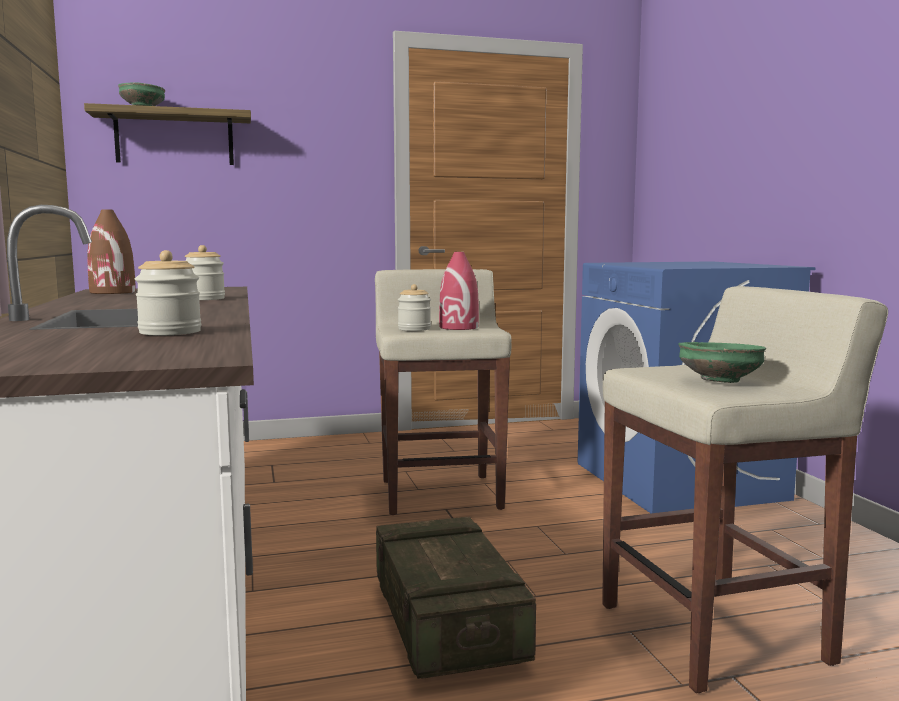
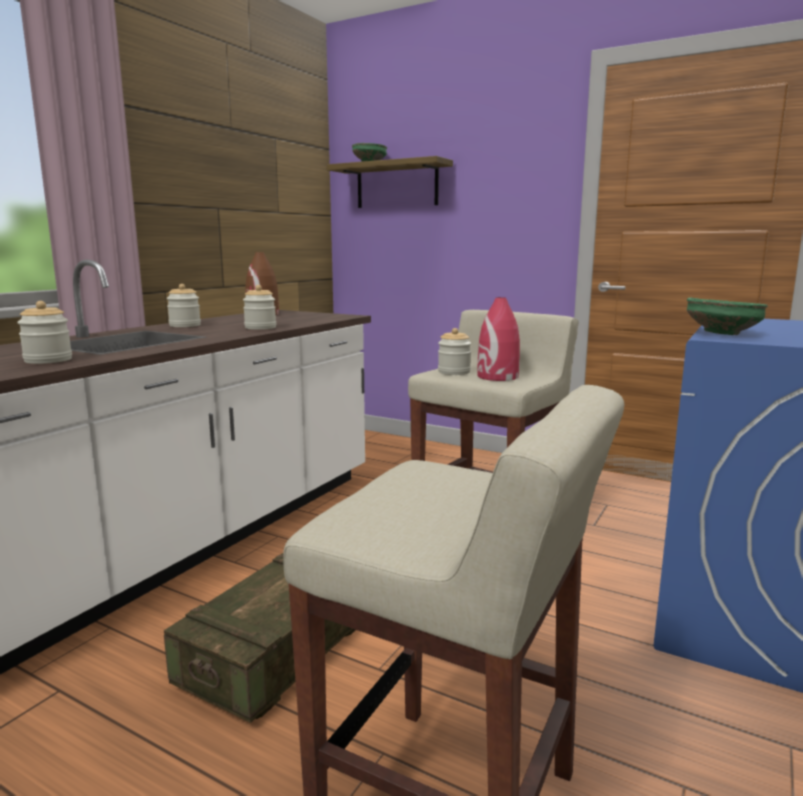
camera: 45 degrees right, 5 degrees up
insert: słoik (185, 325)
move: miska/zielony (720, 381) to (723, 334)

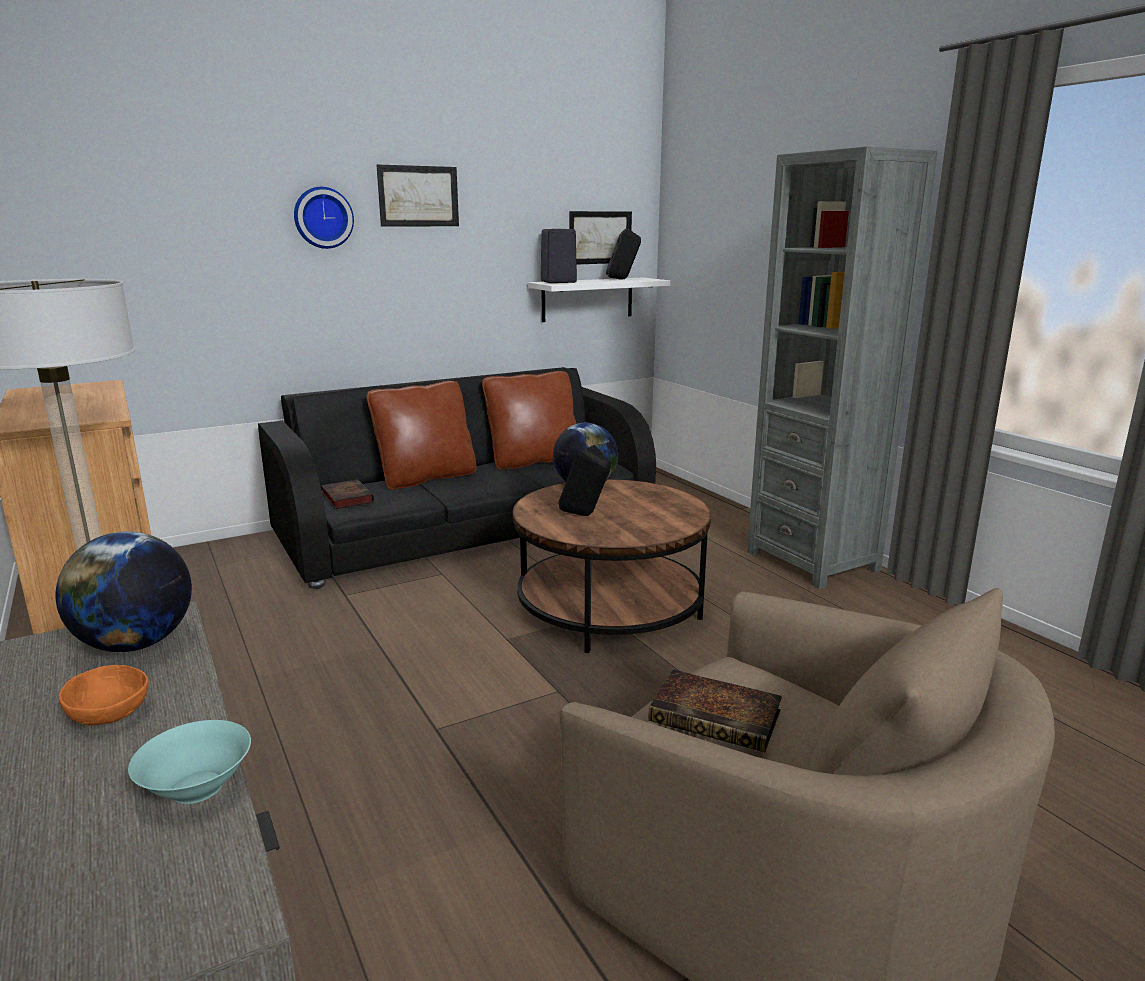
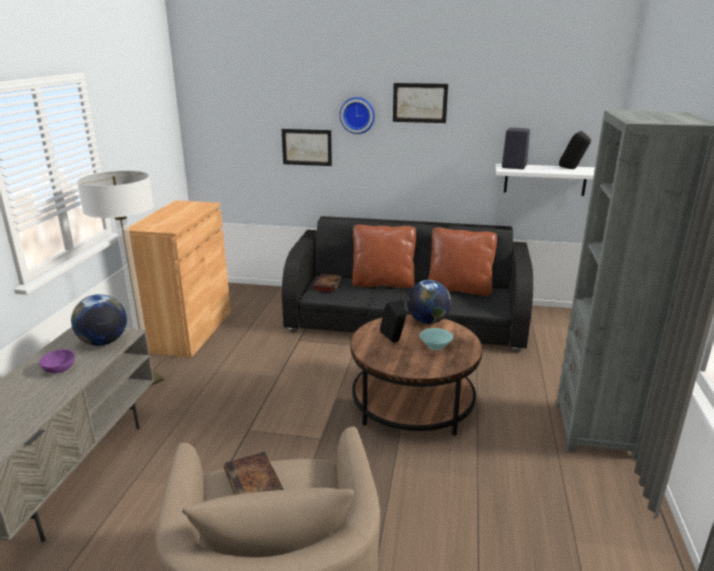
camera: 40 degrees right, 5 degrees up
move: miska/turkusowy (197, 786) to (435, 346); obraz (600, 237) to (307, 147)
recolor: miska/pomarańczowy (112, 714) to miska/fioletowy (60, 369)

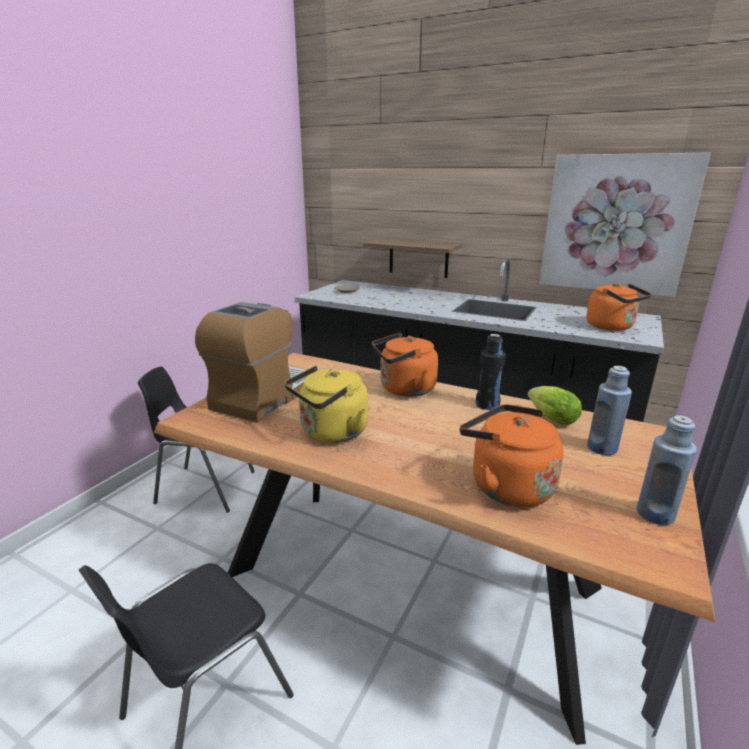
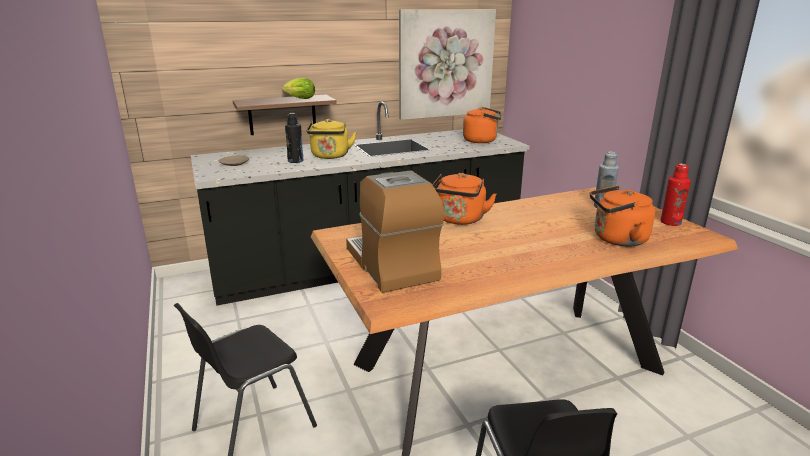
camera: 50 degrees left, 0 degrees up
move: czajnik/żółty (331, 433) to (330, 156); butelka/czarny (487, 405) to (295, 161); sałata (549, 418) to (298, 98)
recolor: butelka/niebieski (655, 514) to butelka/czerwony (670, 222)

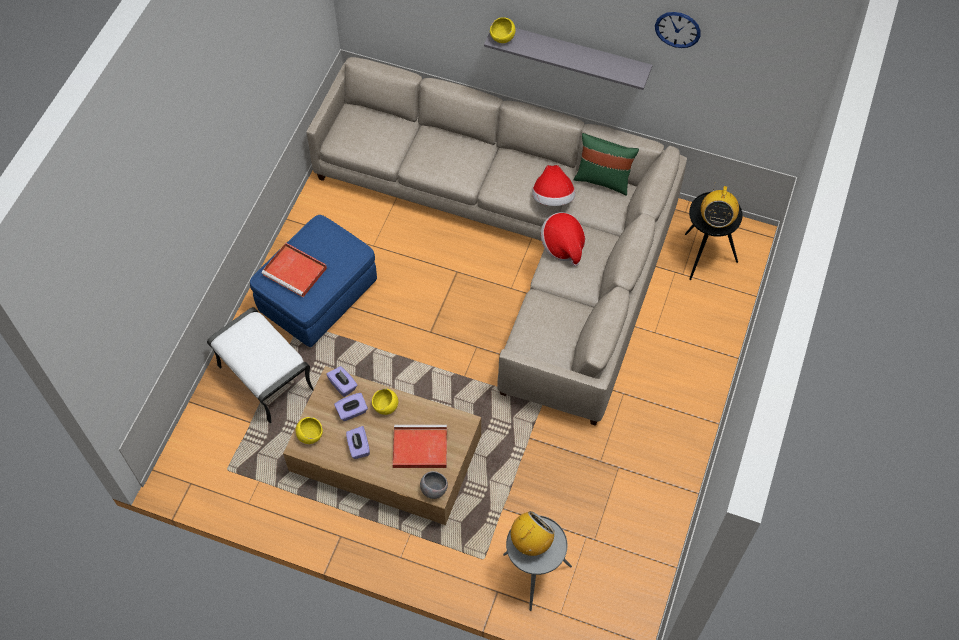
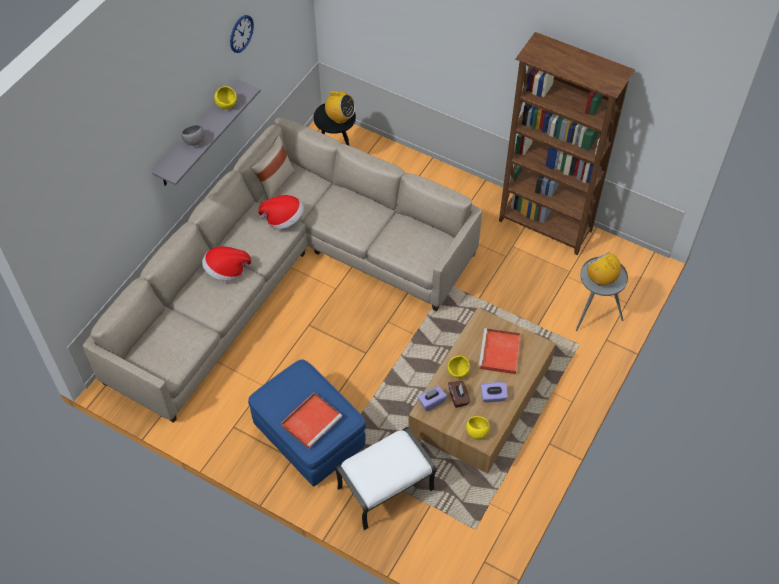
camera: 80 degrees left, 5 degrees down
insert: regał/brązowy (545, 227)
move: miska/szary (433, 490) to (194, 142); miska/żółty (502, 38) to (226, 105); kapelusz (563, 245) to (226, 271)
recolor: pudełko chusteczek/fioletowy (352, 412) to pudełko chusteczek/brązowy (458, 398); poduszka/zielony (603, 180) to poduszka/beżowy (275, 184)

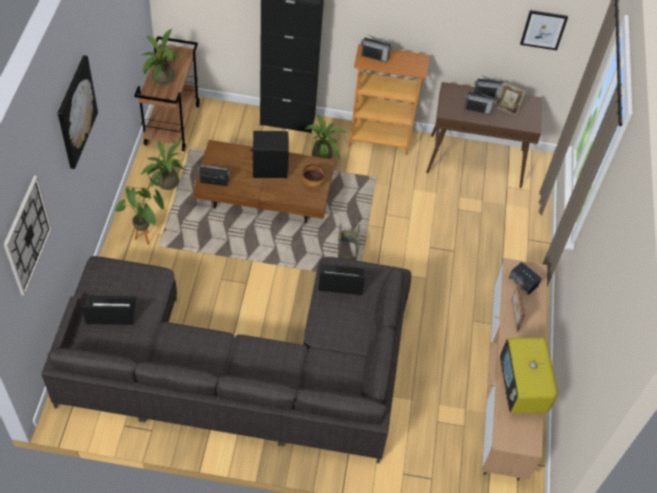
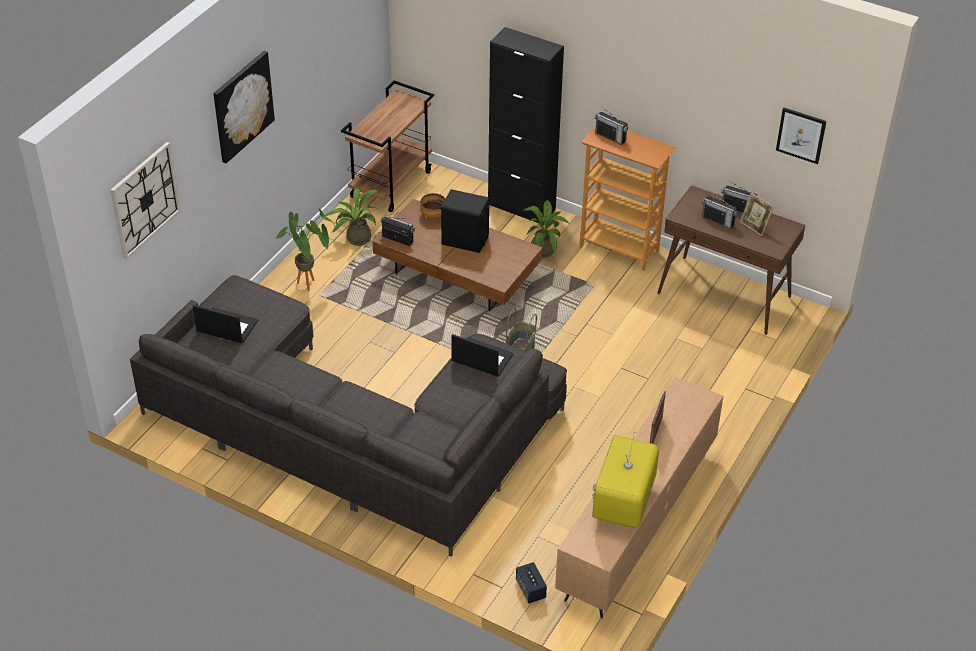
camera: 25 degrees right, 10 degrees down
delete: roślina doniczkowa (161, 79)
move: miska (313, 183) to (433, 216); głośnik (522, 283) to (530, 589)

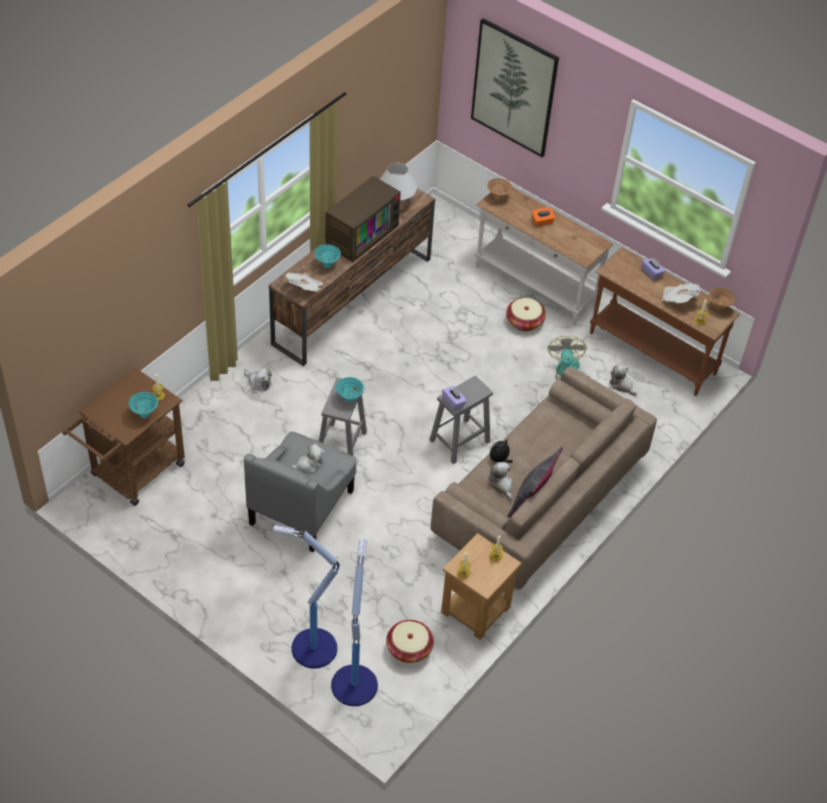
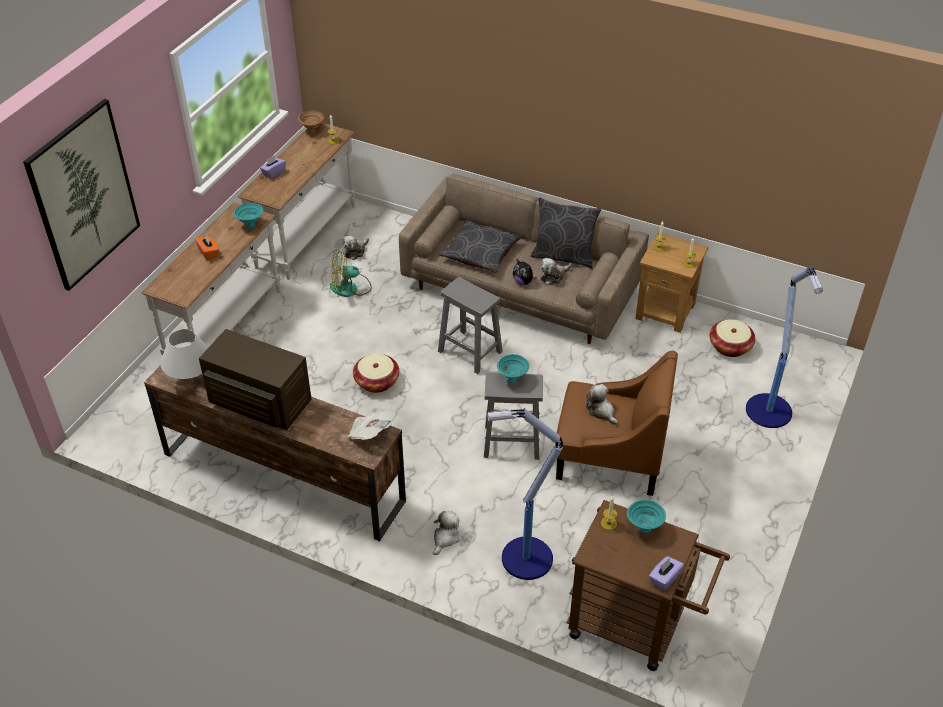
camera: 100 degrees left, 5 degrees down
delete: miska/brązowy (497, 198); gazeta (678, 299)
insert: poduszka/szary (480, 253)
move: miska/turkusowy (327, 264) to (250, 226); lampa stojąca (354, 683) to (524, 558); pudełko chusteczek/fioletowy (453, 402) to (664, 578); koszyk (524, 322) to (376, 381)
recolor: fotel/szary (301, 507) to fotel/brązowy (609, 457); stolik konsolowy/brązowy (651, 354) to stolik konsolowy/biały (307, 237)

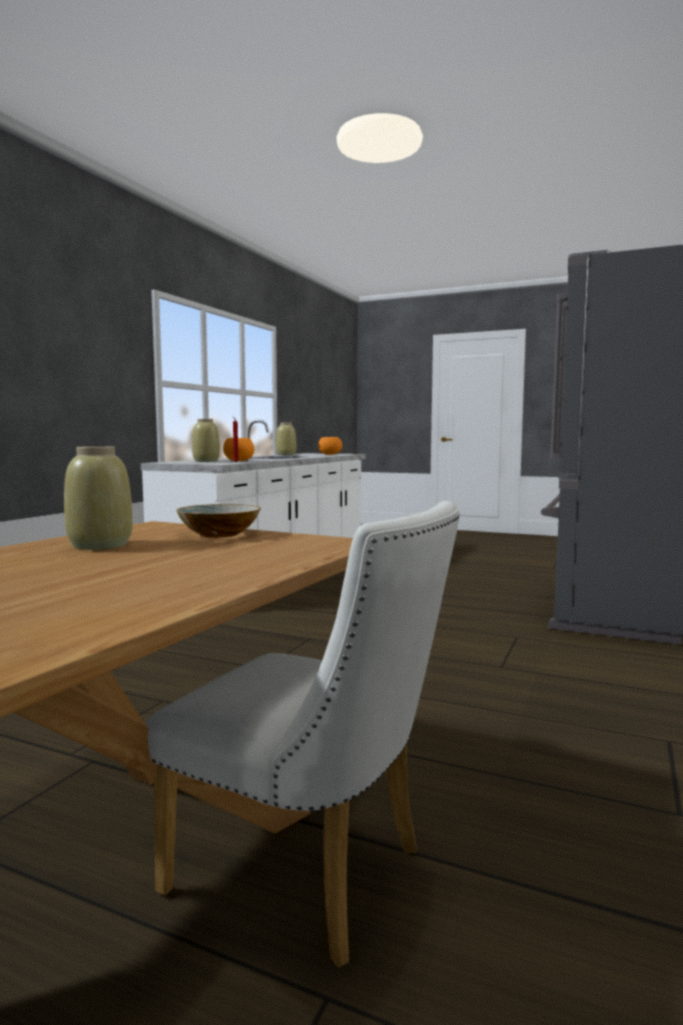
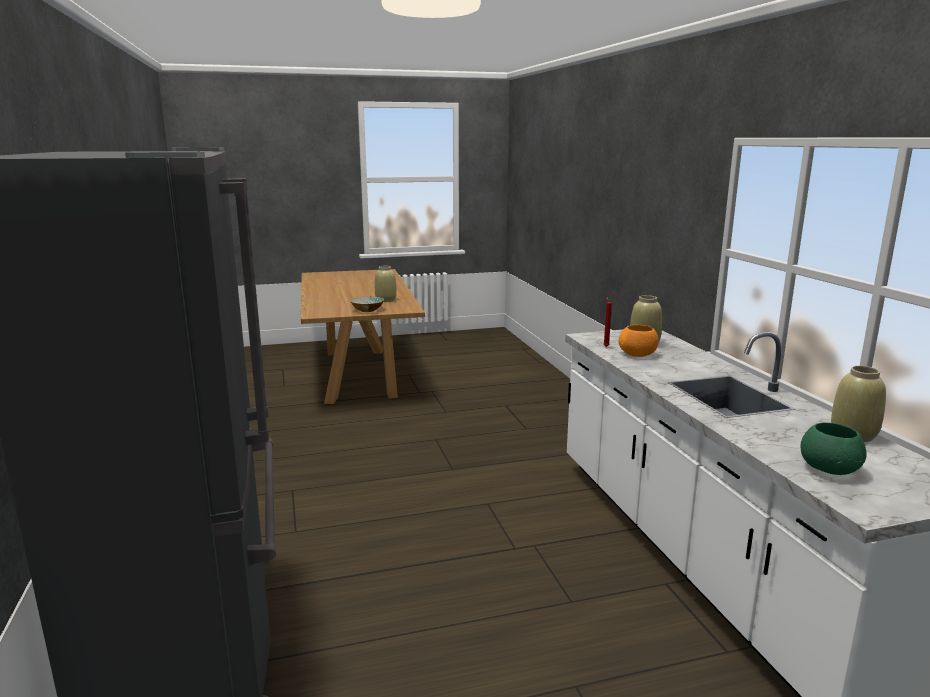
camera: 140 degrees right, 10 degrees up
delete: krzesło/biały (313, 876)
recolor: miska/pomarańczowy (329, 454) to miska/zielony (829, 469)

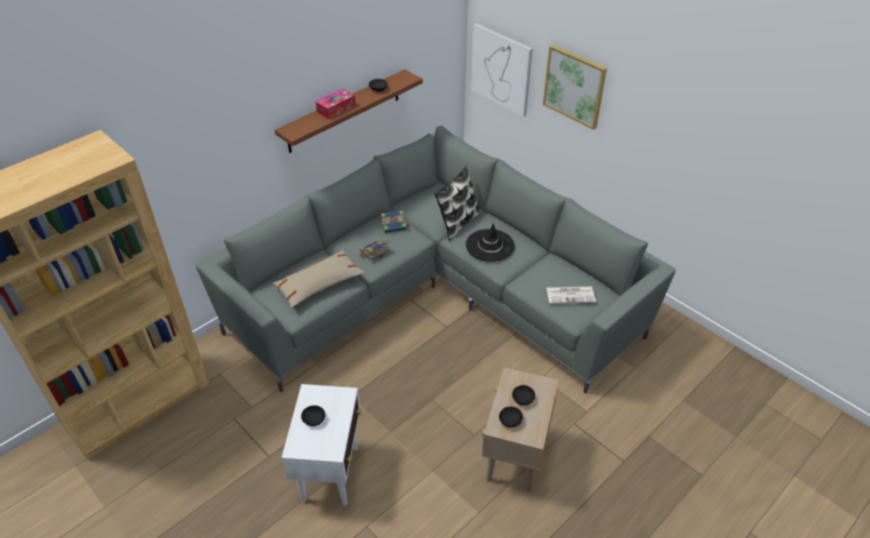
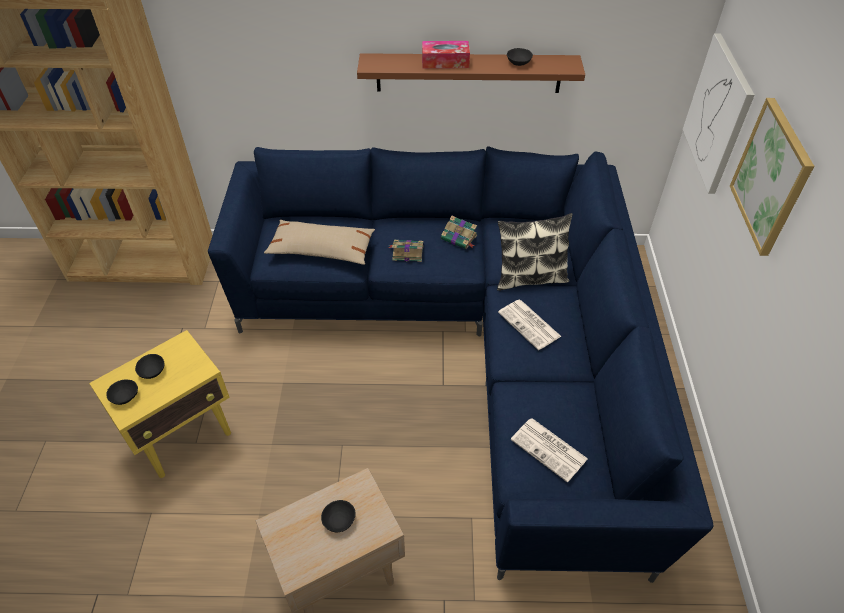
camera: 45 degrees right, 5 degrees up
move: miska/czarny (510, 420) to (125, 395)
replace: kapelusz/czarny (490, 245) to gazeta (530, 325)
recolor: kanapa/szary (435, 295) to kanapa/niebieski (471, 344); stolik/biały (330, 473) to stolik/żółty (186, 438)

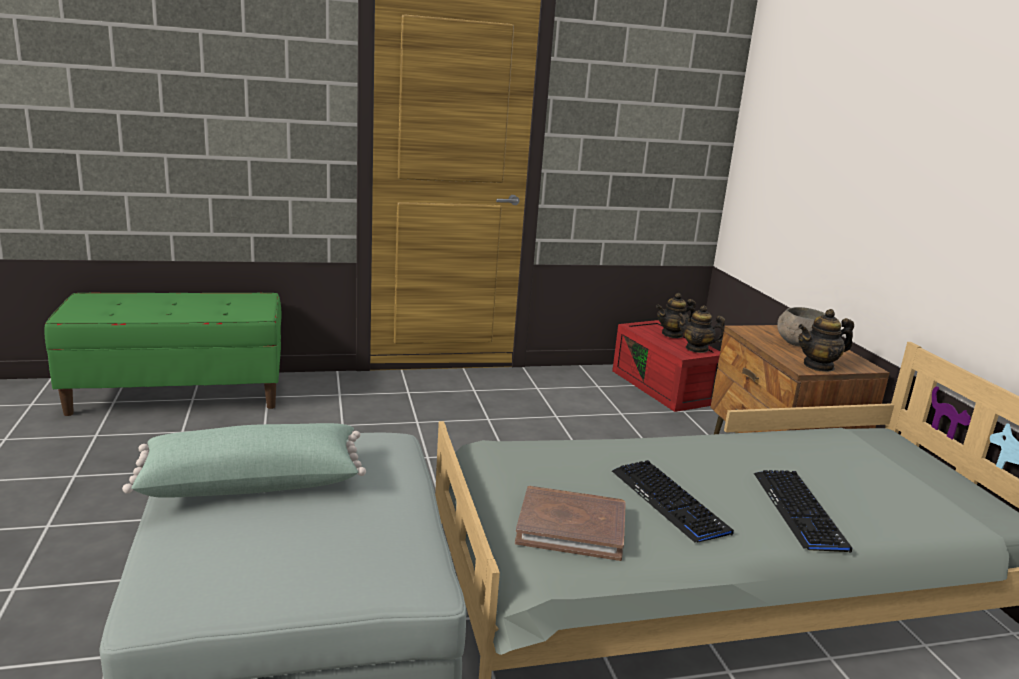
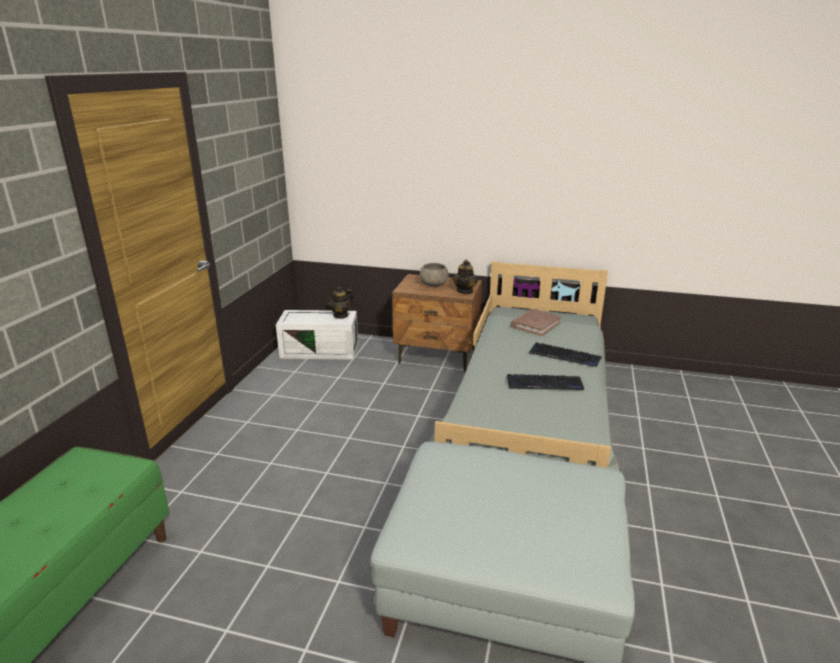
camera: 60 degrees left, 5 degrees up
delete: poduszka/zielony (252, 481); imbryk (672, 334)
move: książka/brązowy (571, 527) to (535, 324)
recolor: pojemnik do przechowywania/czerwony (665, 387) to pojemnik do przechowywania/biały (321, 350)

